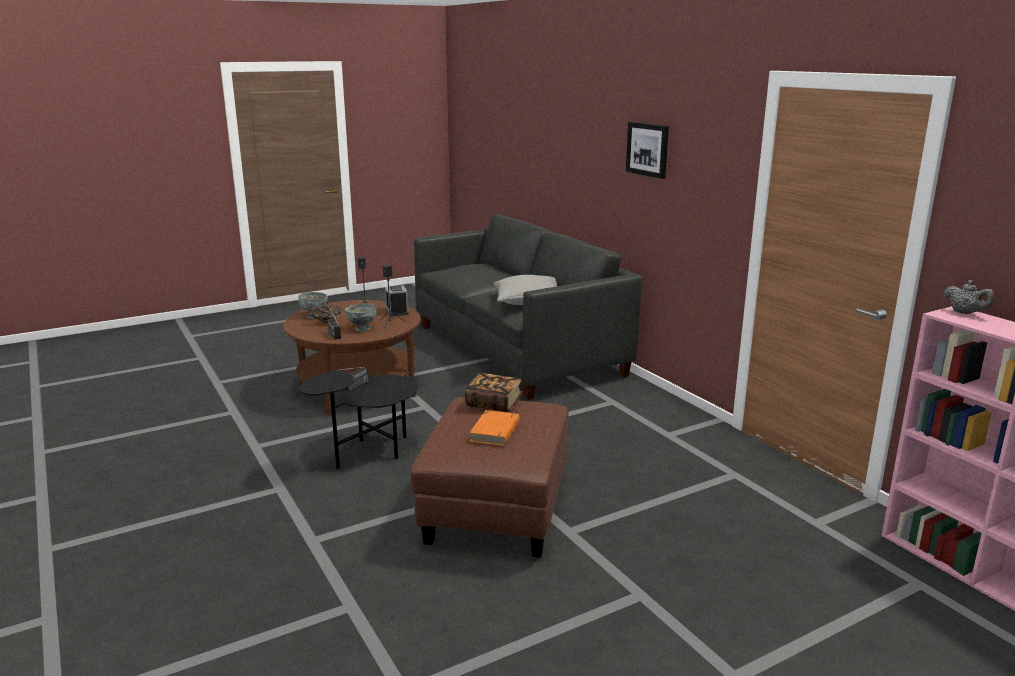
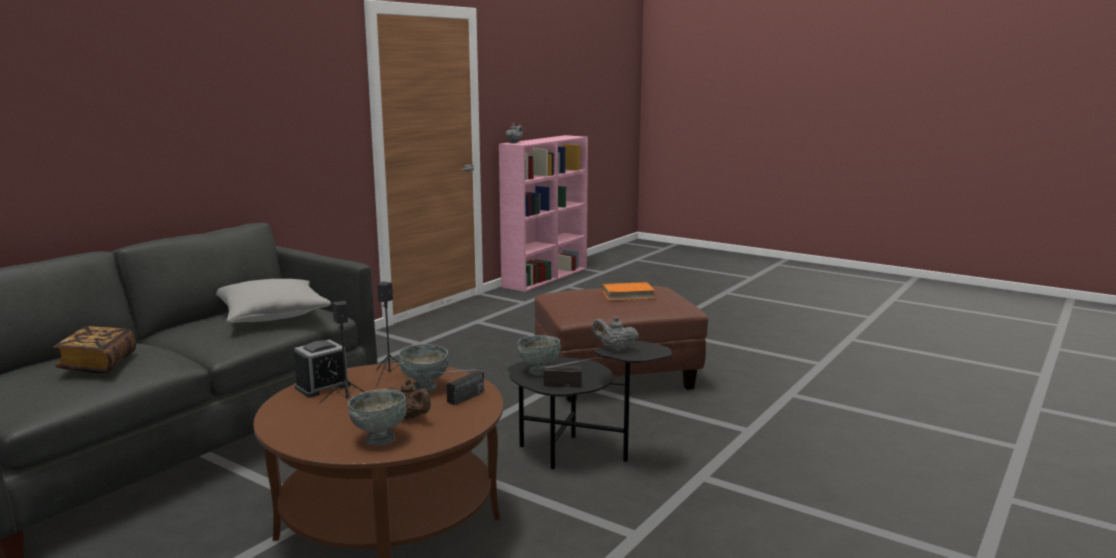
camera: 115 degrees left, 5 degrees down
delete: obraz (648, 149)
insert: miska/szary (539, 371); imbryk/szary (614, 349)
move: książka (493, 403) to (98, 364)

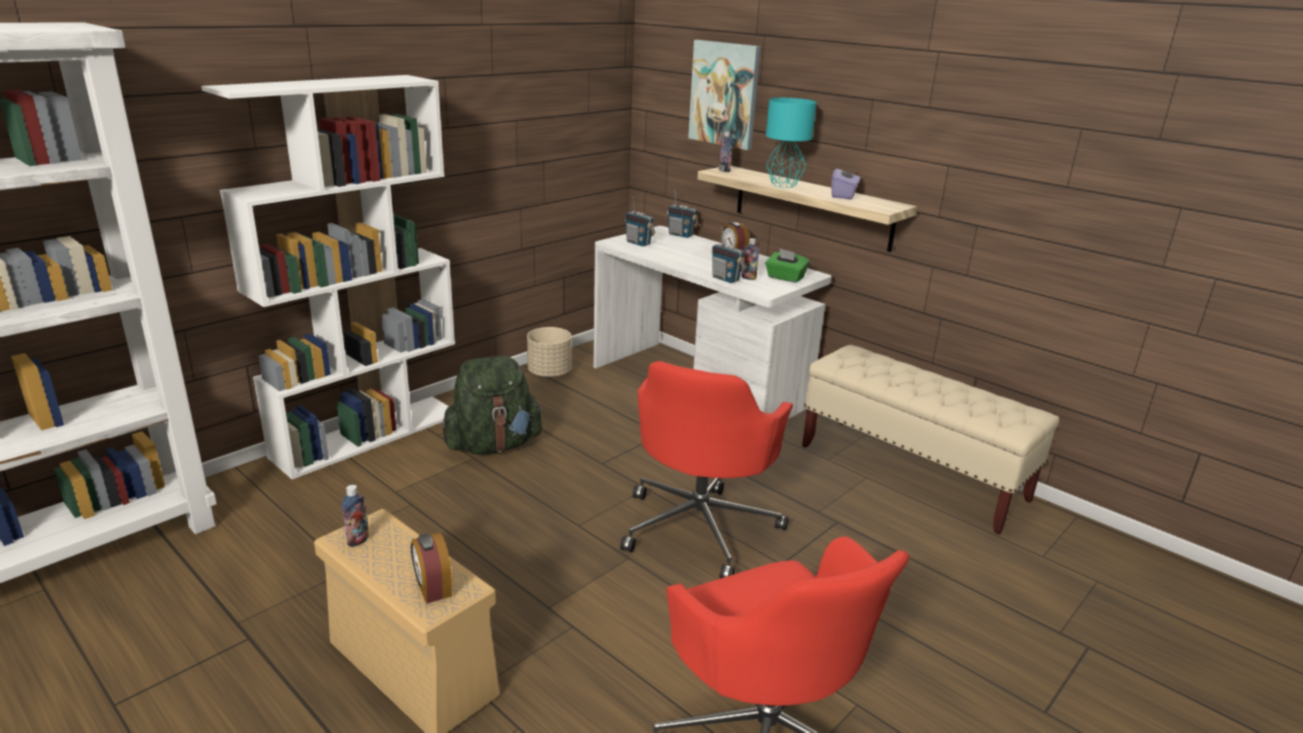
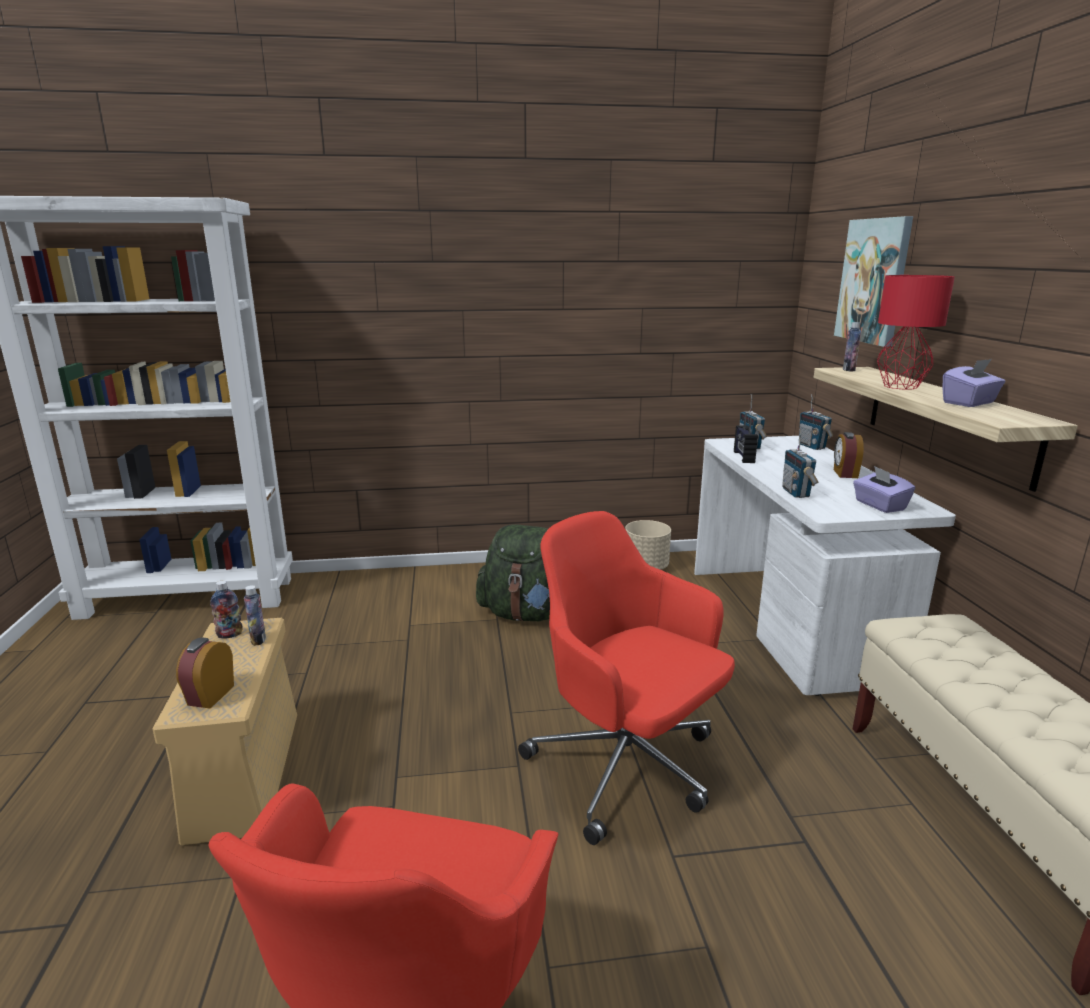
camera: 40 degrees right, 5 degrees down
delete: regał/biały (368, 435)
insert: radio (743, 457)
move: butelka (748, 278) to (258, 640)
recolor: pudełko chusteczek/zielony (785, 278) to pudełko chusteczek/fioletowy (879, 505); lampa stołowa/turkusowy (784, 185) to lampa stołowa/czerwony (901, 386)
rotate: krzesło biurowe/czerwony (700, 526) = (626, 767) 75 degrees clockwise

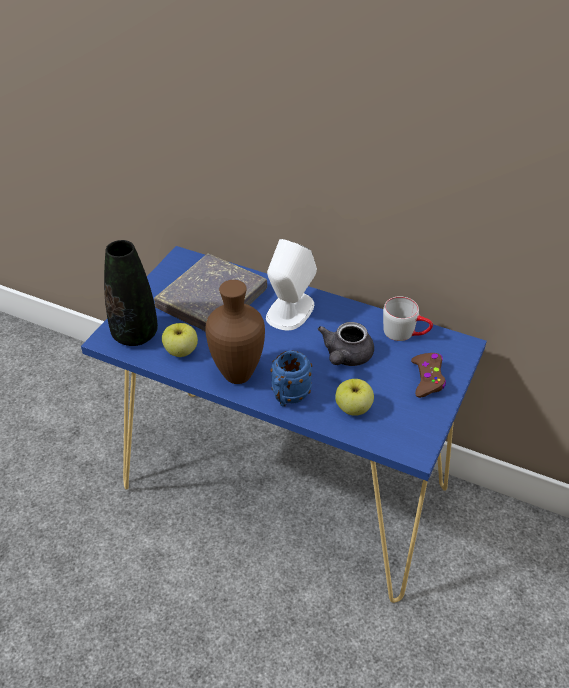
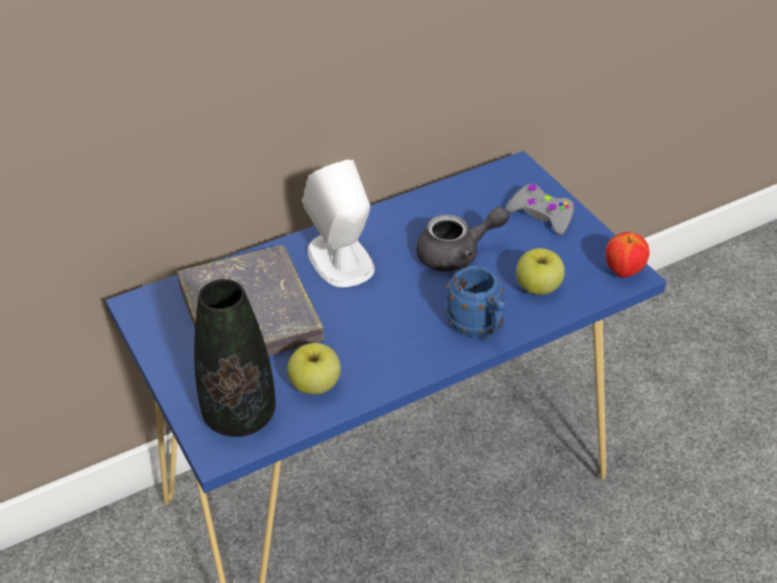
camera: 55 degrees left, 0 degrees up
delete: wazon/brązowy (236, 375); kubek/szary (405, 333)
insert: jabłko (623, 272)
recolor: pad do gier/brązowy (427, 379) to pad do gier/szary (541, 215)
rotate: imbryk/szary (345, 357) = (457, 255) 75 degrees counterclockwise

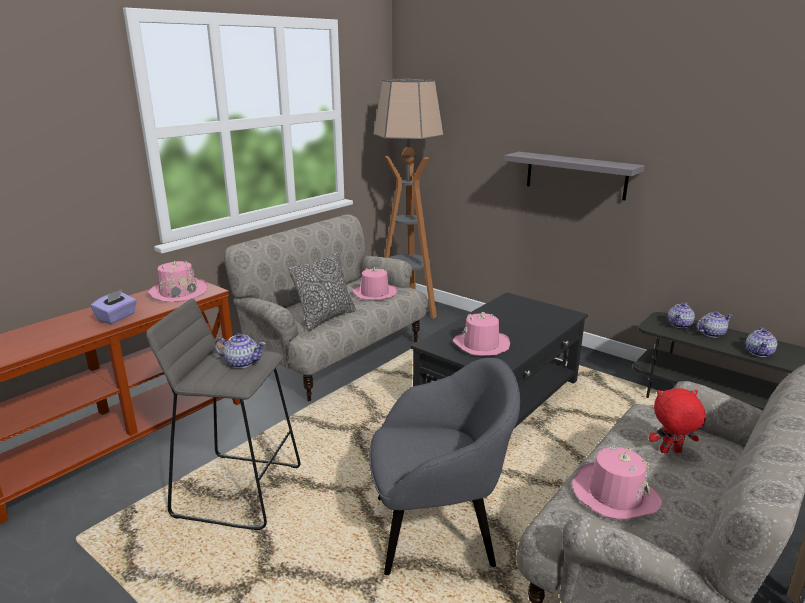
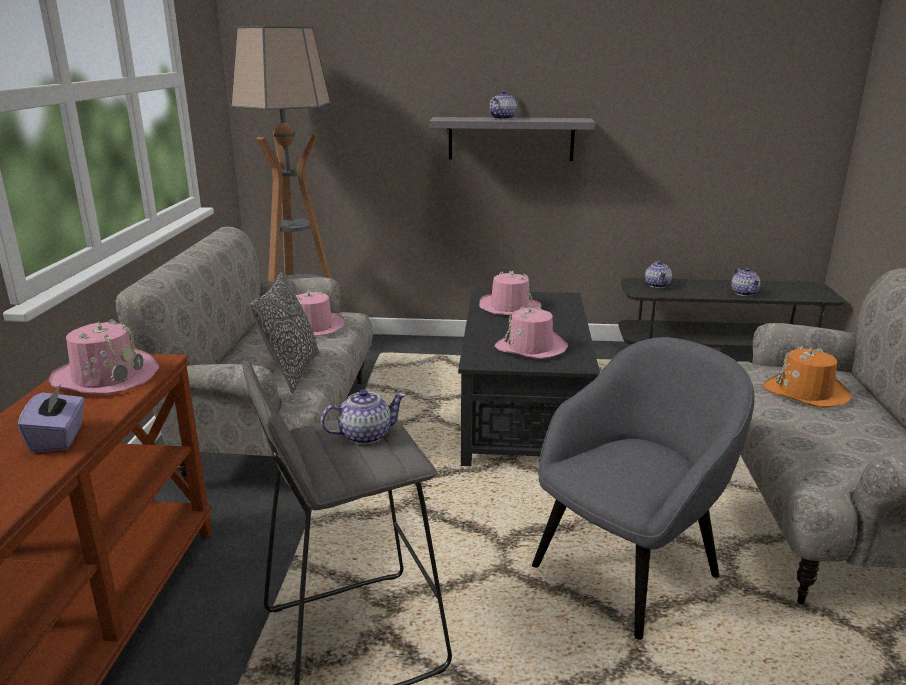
camera: 35 degrees left, 0 degrees up
move: kapelusz/różowy (614, 494) to (509, 307); imbryk (711, 333) to (502, 118)
replace: pluszak/czerwony (670, 452) to kapelusz/pomarańczowy (806, 392)

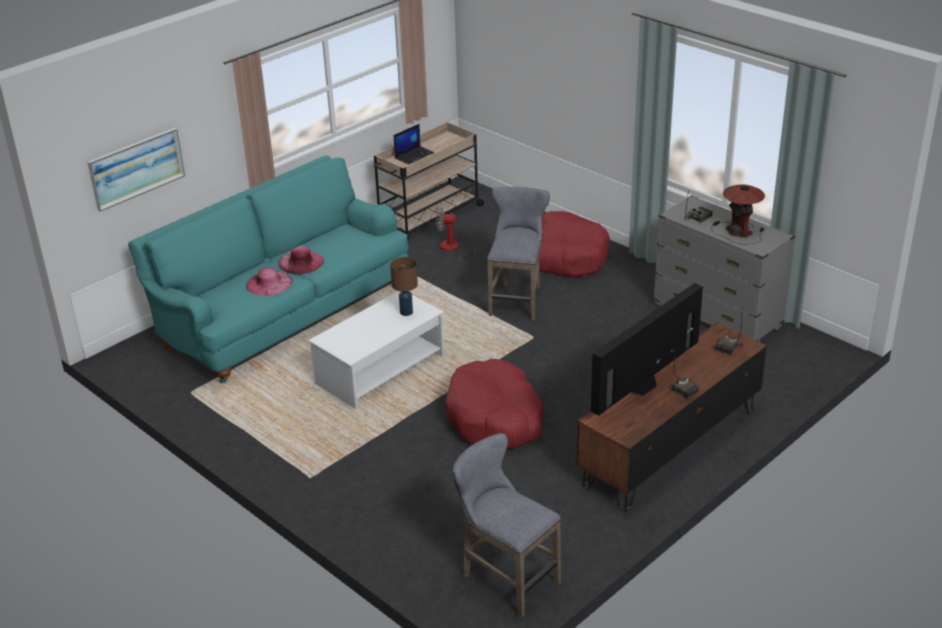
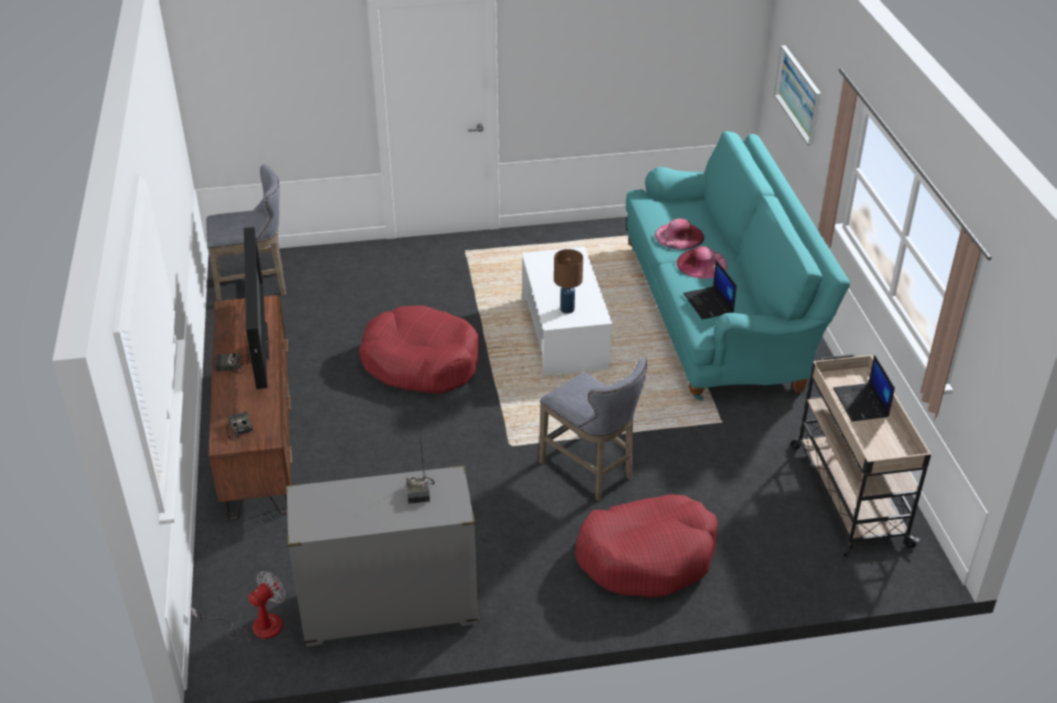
camera: 125 degrees right, 5 degrees up
delete: lampa stołowa (738, 231)
insert: laptop (709, 304)
move: wentylator (453, 249) to (256, 626)

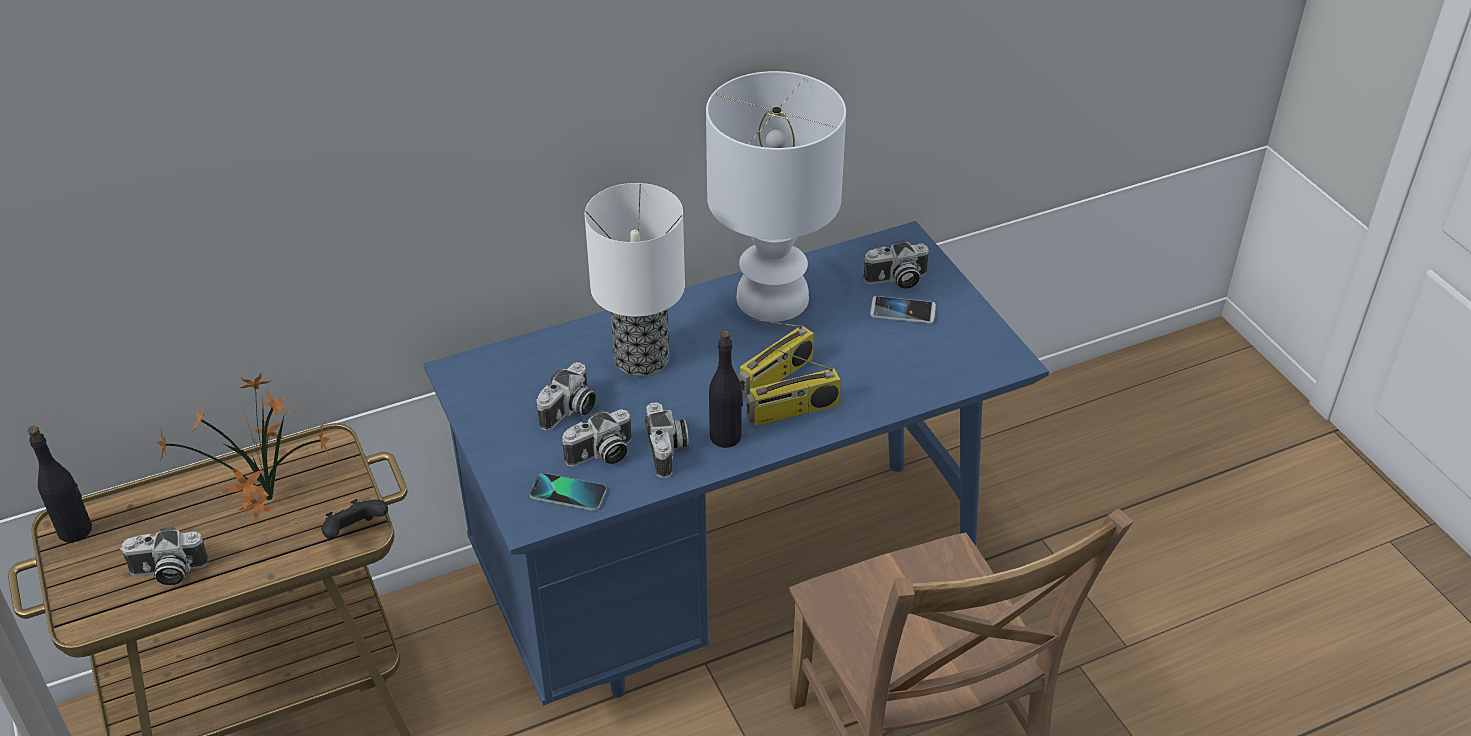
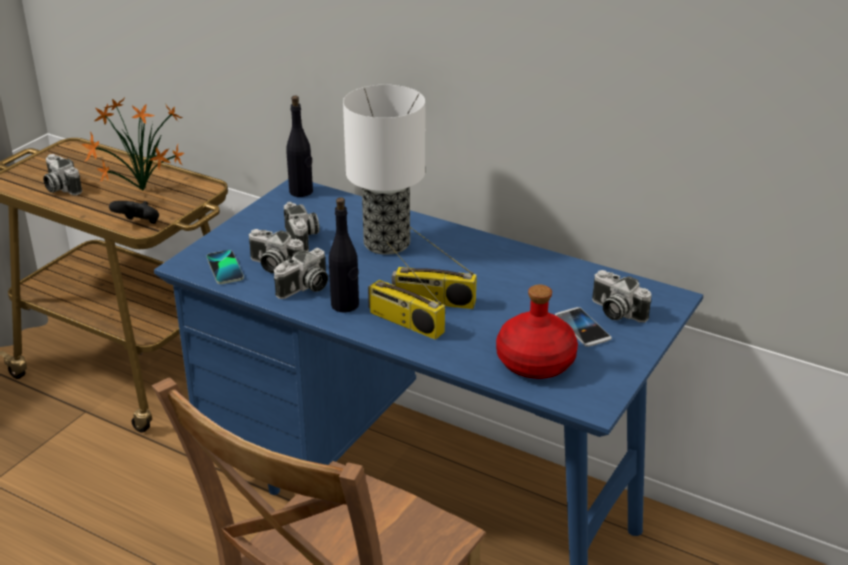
camera: 55 degrees right, 10 degrees down
delete: lampa stołowa/biały (772, 299)
insert: butelka/czerwony (534, 362)
move: butelka/czarny (75, 530) to (301, 192)
rotate: aparat fotograficzny (569, 411) = (303, 238) 105 degrees counterclockwise

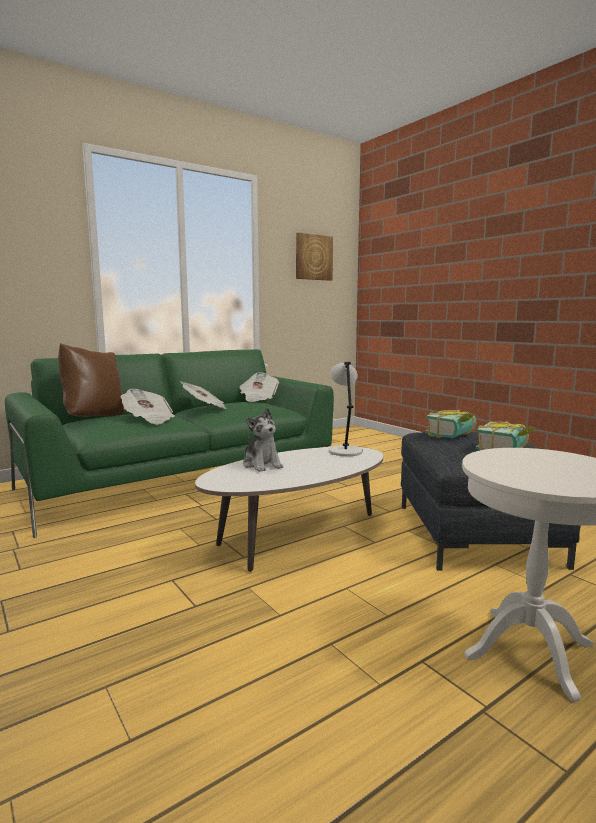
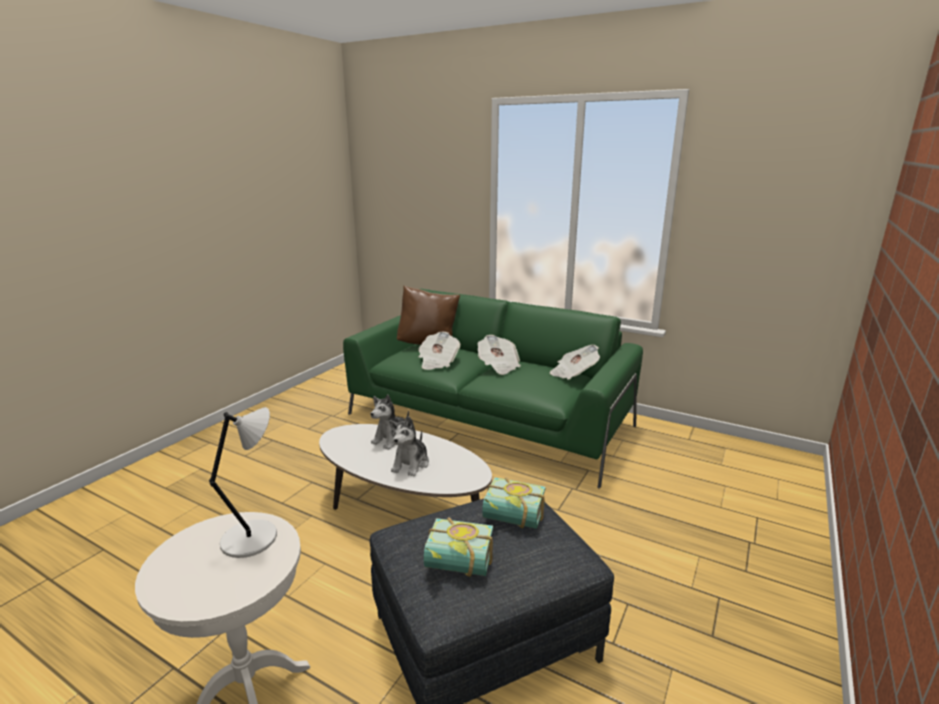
camera: 65 degrees right, 10 degrees up
delete: obraz (313, 257)
insert: pluszak (411, 464)
move: lampa stołowa/szary (345, 451) to (253, 538)

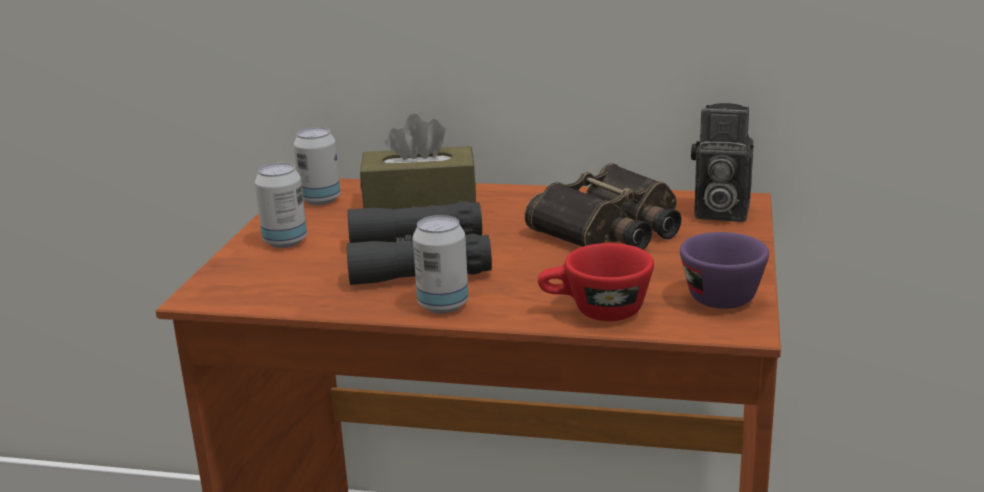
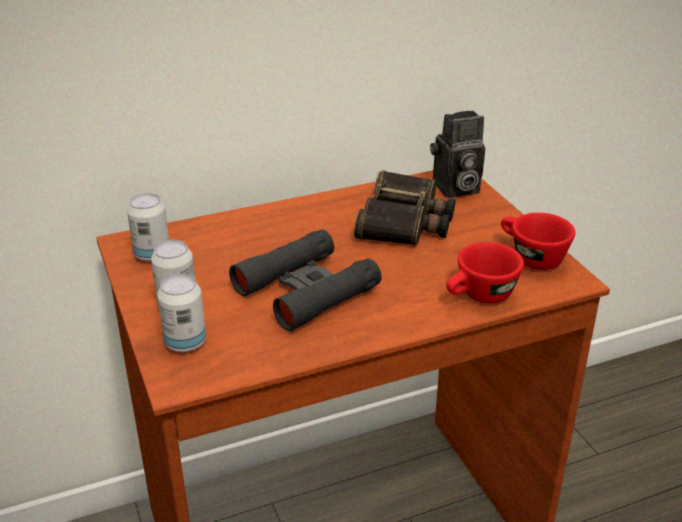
camera: 35 degrees left, 10 degrees up
delete: pudełko chusteczek/brązowy (420, 203)
move: puszka (443, 305) to (185, 343)
recolor: filiżanka/fioletowy (716, 293) to filiżanka/czerwony (530, 257)

